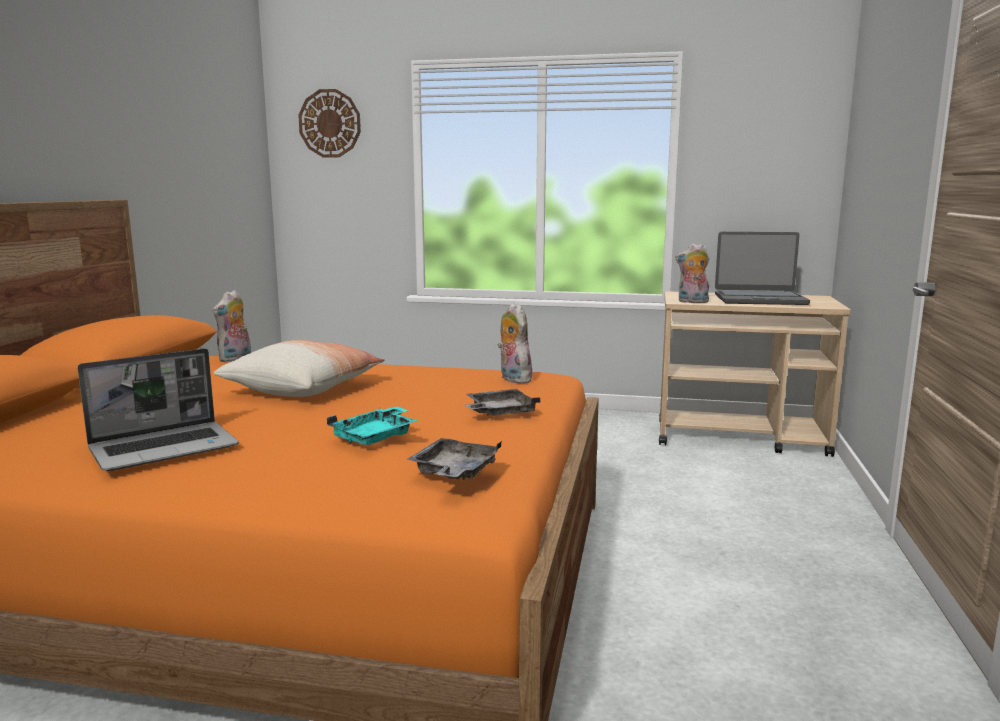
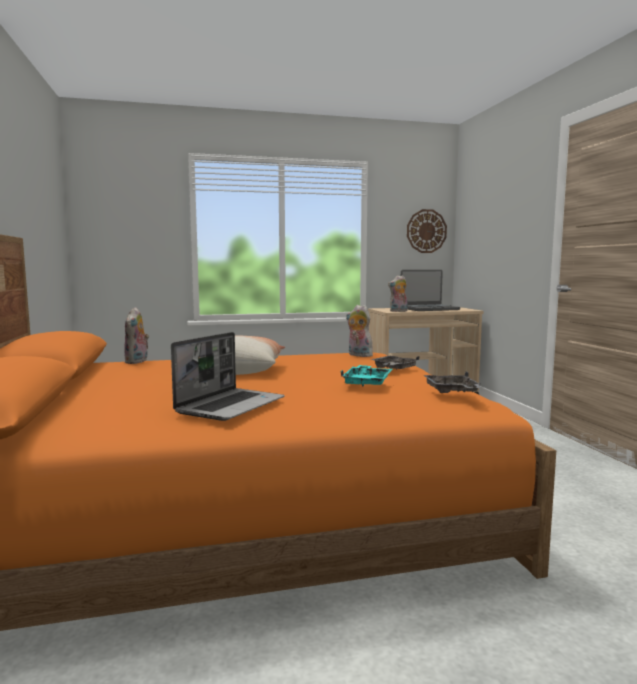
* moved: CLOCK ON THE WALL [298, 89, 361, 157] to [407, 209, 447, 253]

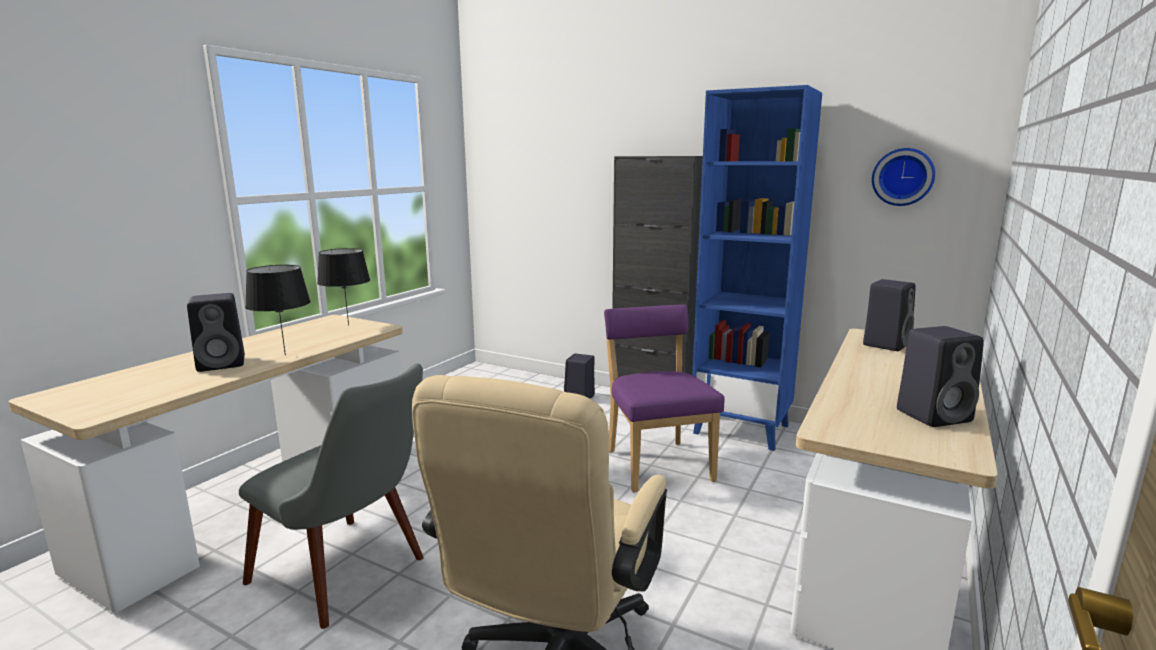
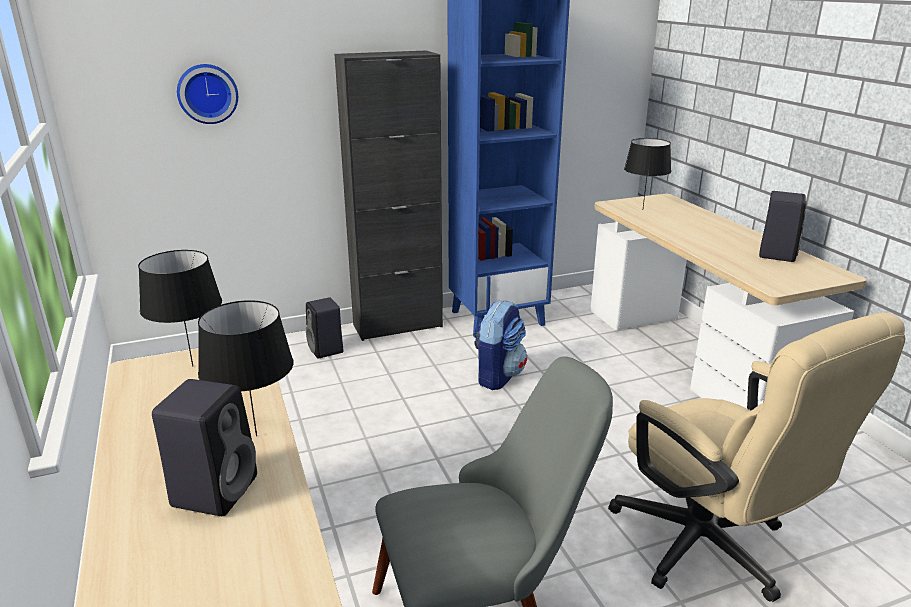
* moved: CLOCK ON THE WALL [872, 148, 935, 206] to [177, 64, 238, 124]
* replaced: PURPLE-COLOURED PLAIN CHAIR [604, 304, 724, 493] to KNAPSACK [474, 300, 527, 390]
* replaced: BLACK-COLOURED SPEAKER [863, 279, 916, 351] to BLACK-COLOURED TABLE LAMP [624, 138, 671, 207]

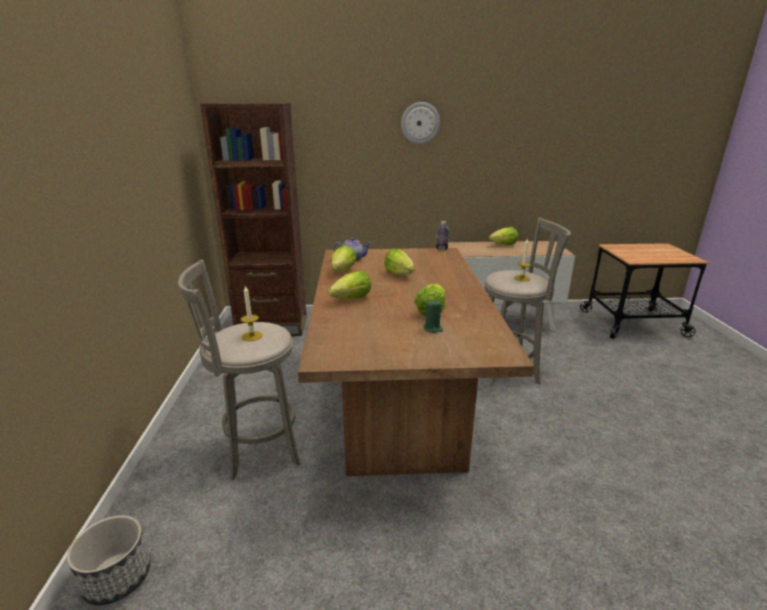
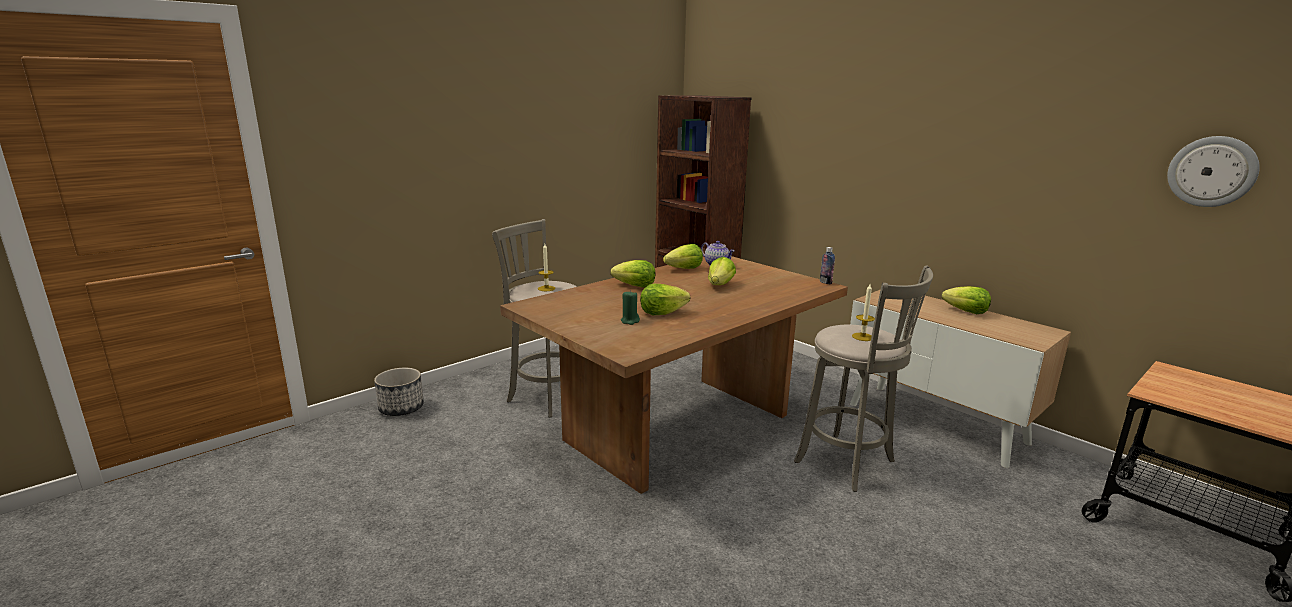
* moved: CLOCK ON THE WALL [401, 102, 440, 144] to [1167, 136, 1260, 207]

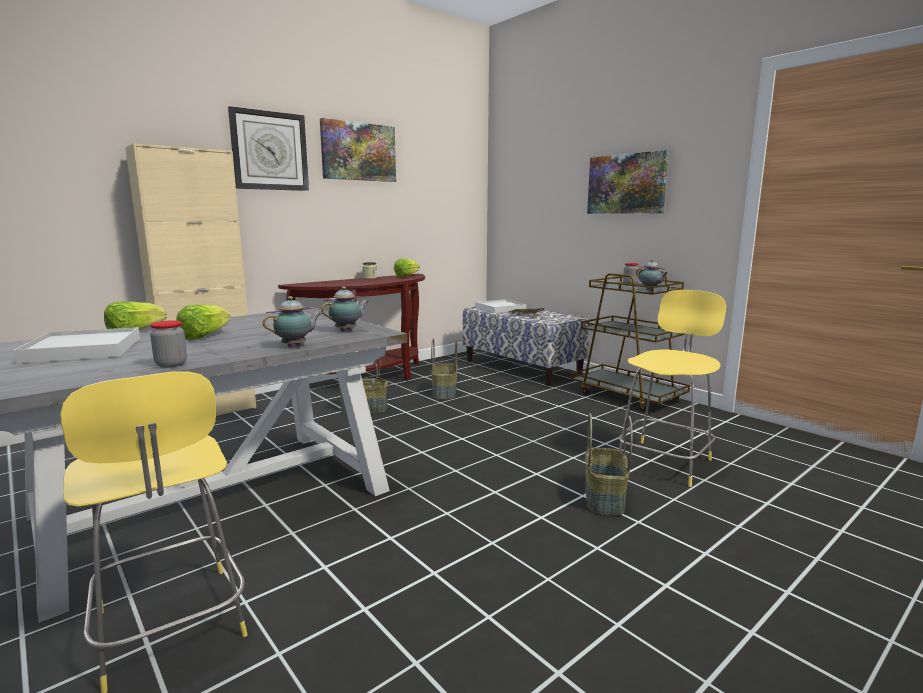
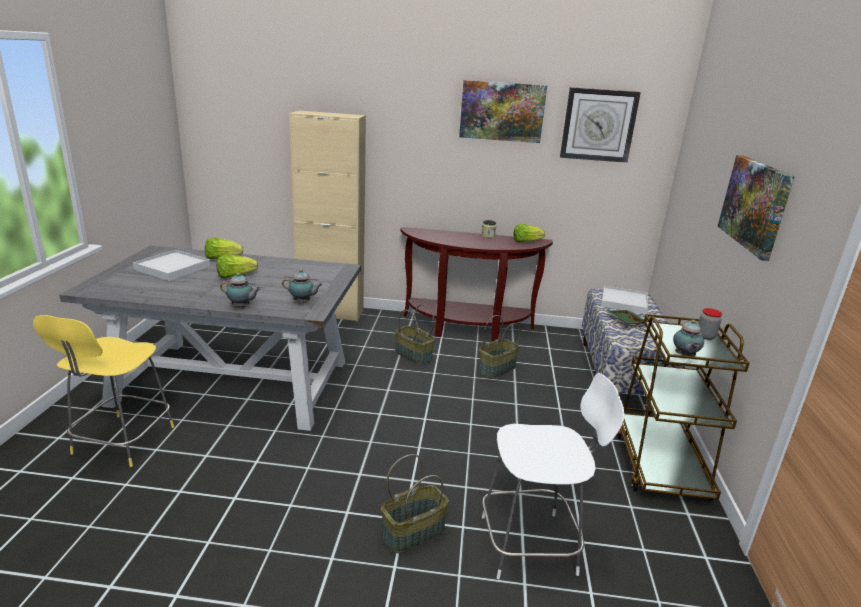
* removed: PRESERVE JAR [150, 320, 187, 368]
* moved: CLOCK ON THE WALL [228, 106, 309, 191] to [560, 87, 641, 163]
* recoloured: YELLOW-COLOURED STOOL SEAT [619, 290, 726, 487] to WHITE STOOL SEAT [482, 373, 624, 579]

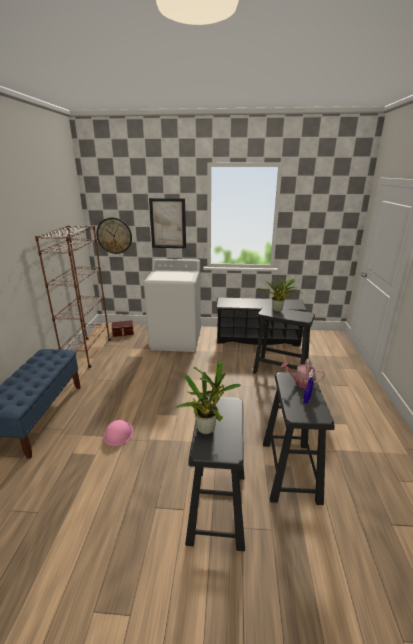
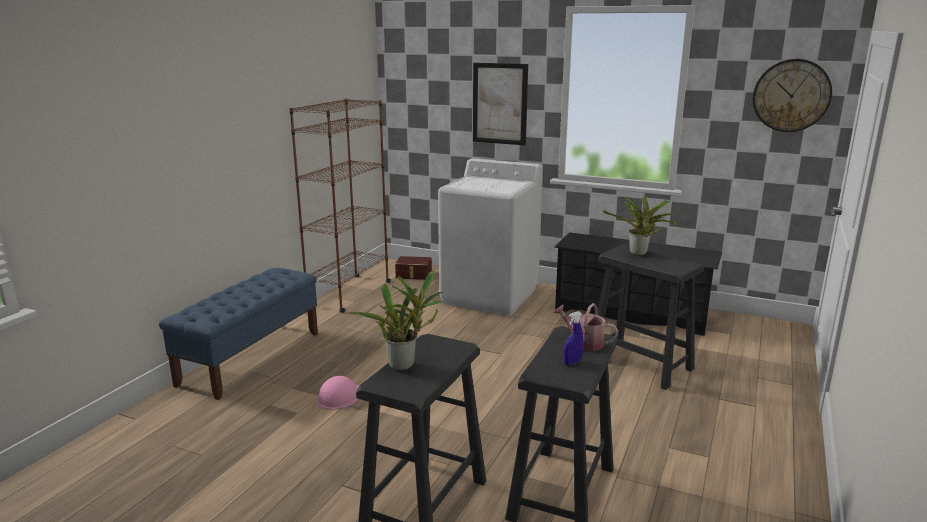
* moved: CLOCK ON THE WALL [96, 217, 132, 254] to [753, 59, 832, 132]

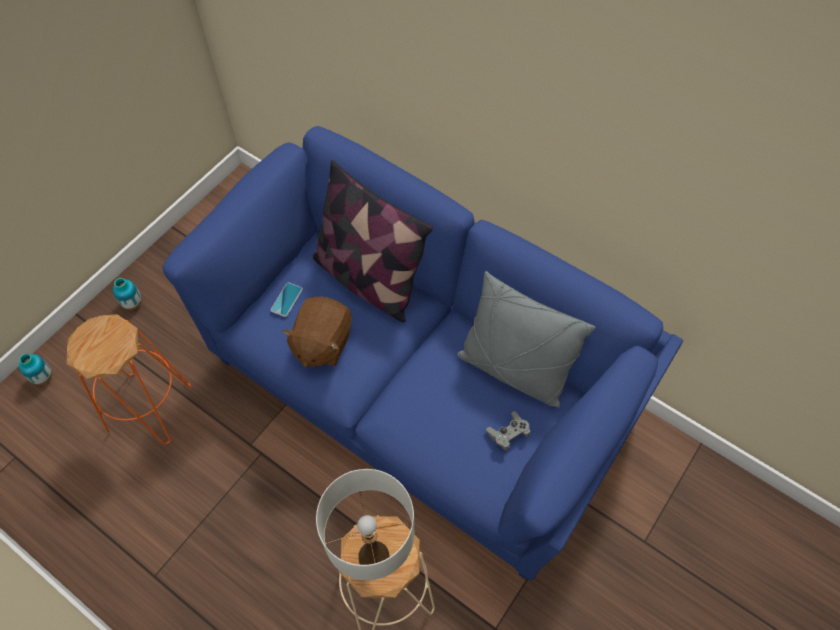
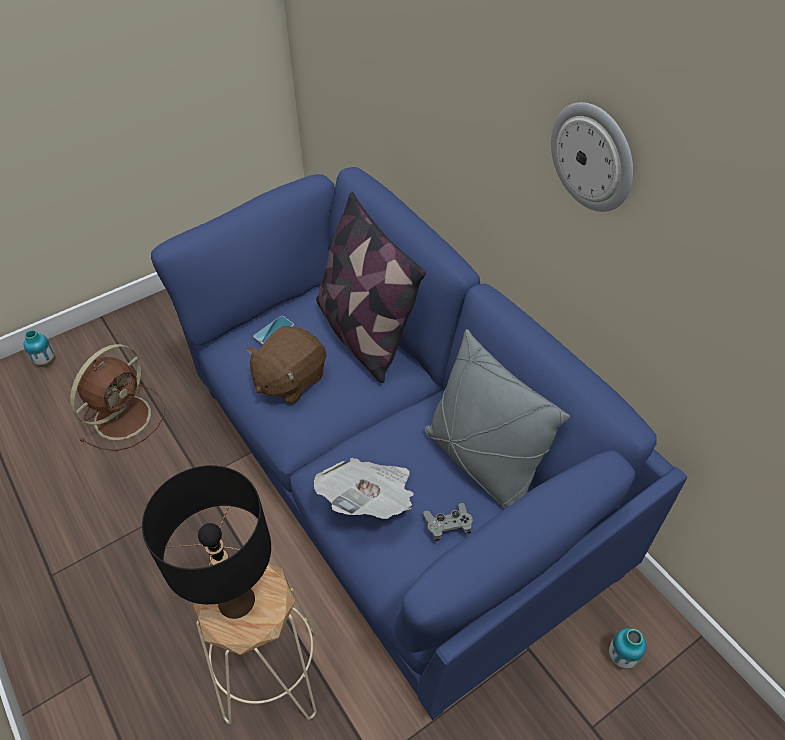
* added: NEWSPAPER [314, 458, 414, 519]
* added: CLOCK ON THE WALL [551, 102, 633, 212]
* moved: FLOWER VASE [113, 278, 142, 310] to [609, 628, 646, 669]
* replaced: ORANGE-COLOURED STOOL SEAT [67, 314, 191, 445] to BROWN-COLOURED ELECTRIC FAN [70, 344, 165, 451]
* recoloured: WHITE TABLE LAMP [316, 469, 414, 580] to BLACK-COLOURED TABLE LAMP [142, 465, 271, 619]

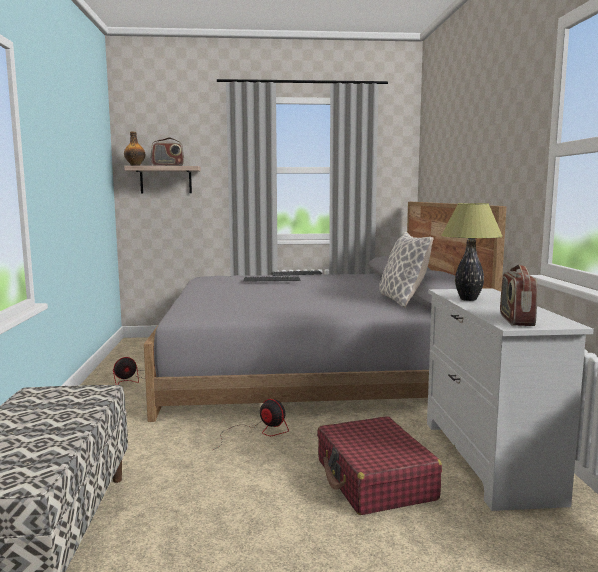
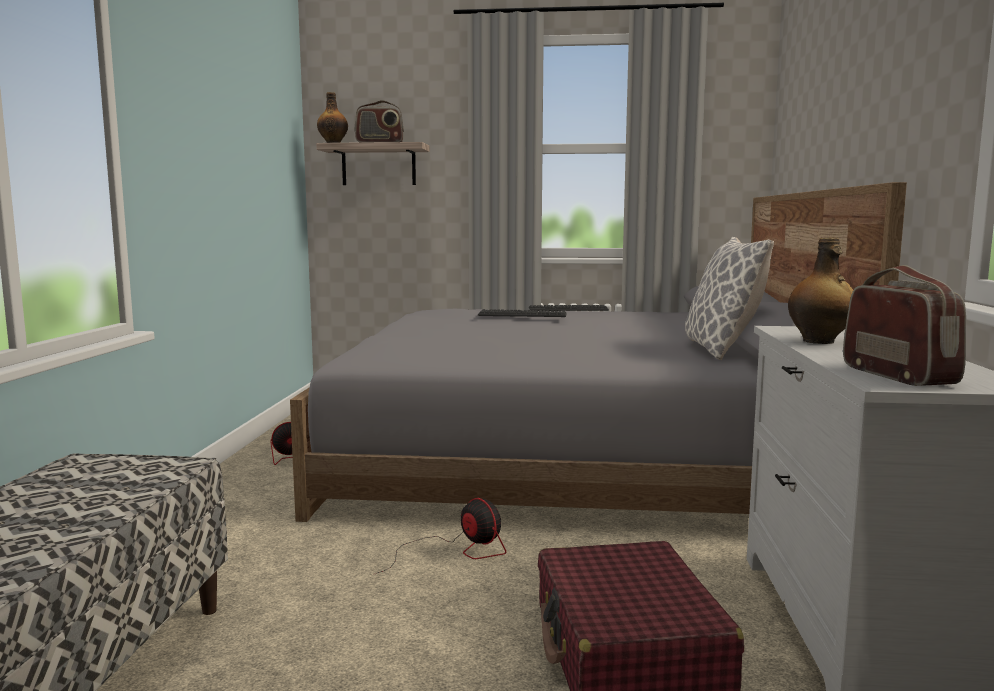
* replaced: TABLE LAMP [441, 203, 503, 301] to BEVERAGE BOTTLE [788, 238, 853, 344]
* turned: RADIO SET [500, 264, 538, 326] = [843, 265, 966, 386] 150 degrees clockwise

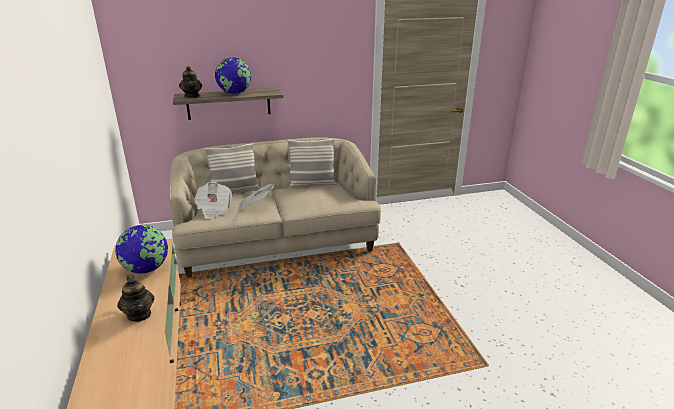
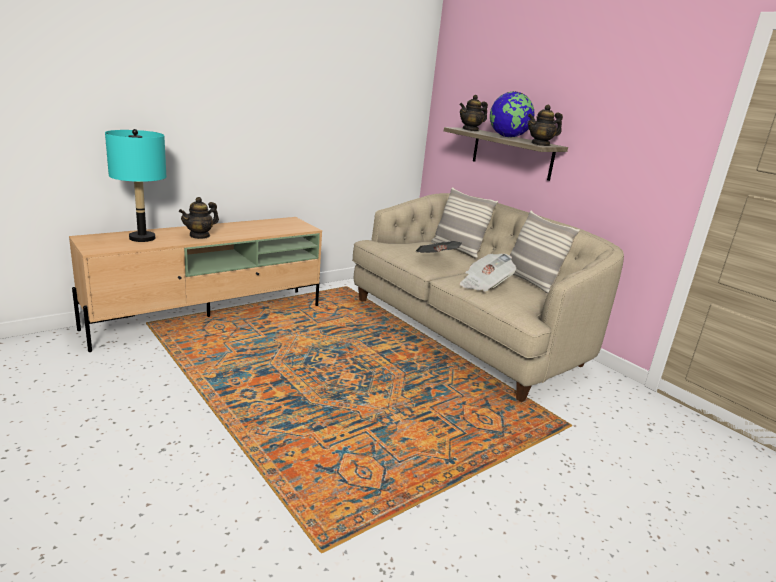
* removed: WORLD GLOBE [115, 225, 168, 274]
* added: TURQUOISE TABLE LAMP [105, 129, 166, 242]
* added: POT FOR TEA [528, 105, 563, 146]
* moved: NEWSPAPER [194, 182, 232, 219] to [460, 253, 516, 292]

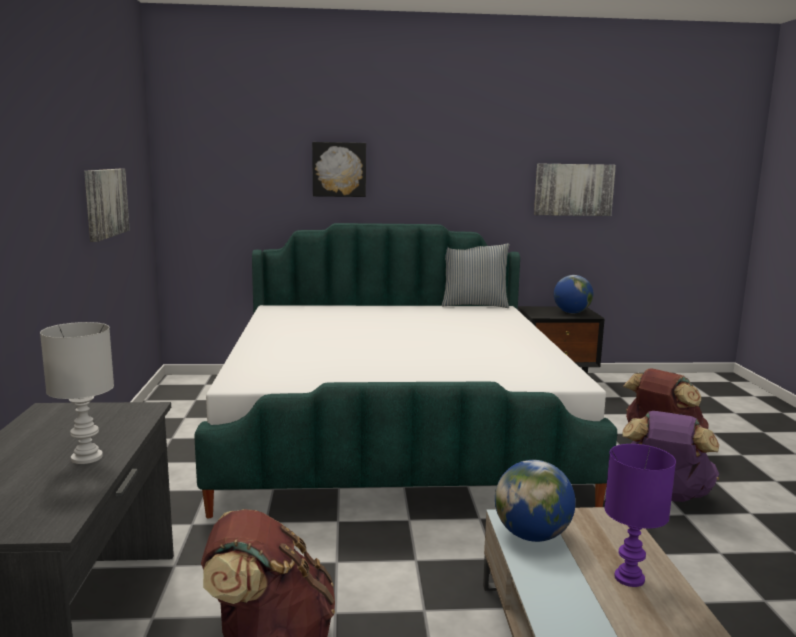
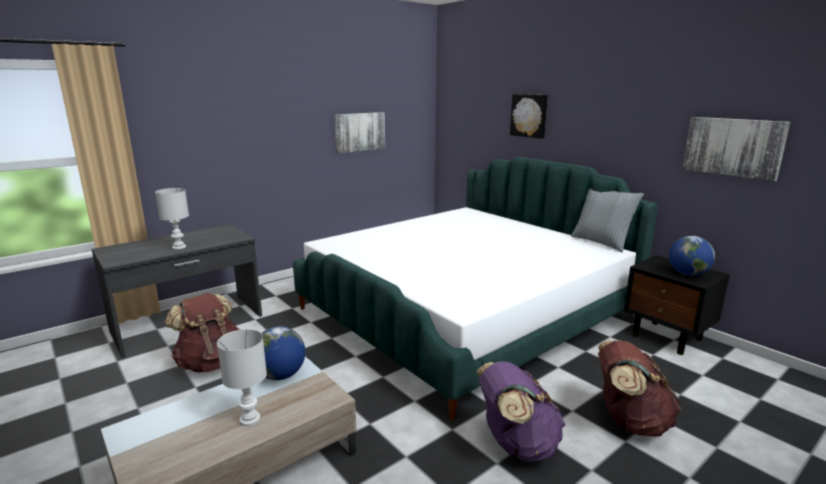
* recoloured: PURPLE-COLOURED TABLE LAMP [604, 444, 676, 587] to WHITE TABLE LAMP [217, 329, 267, 426]

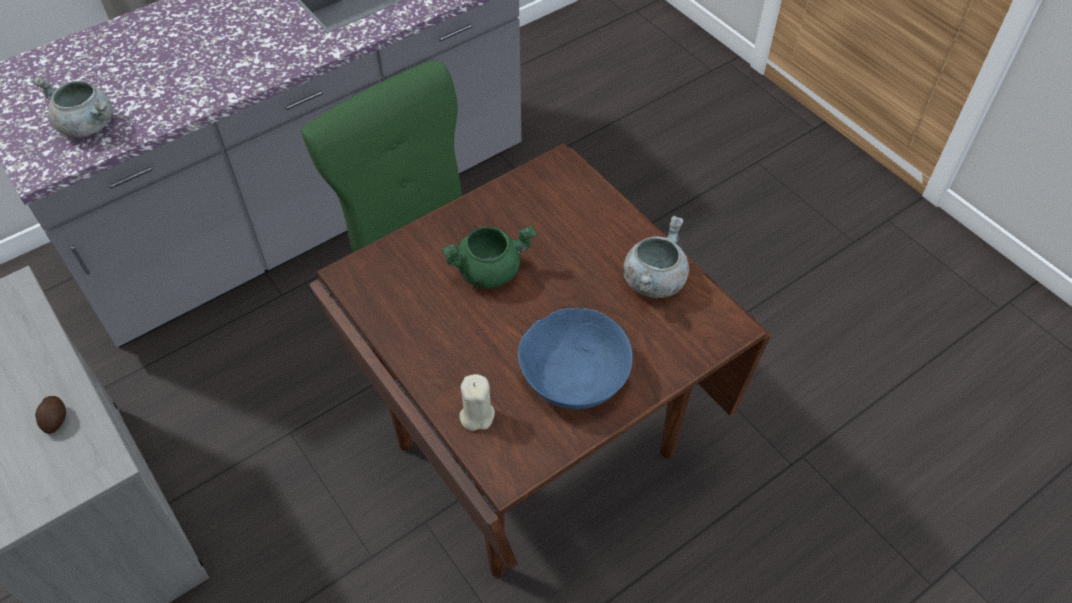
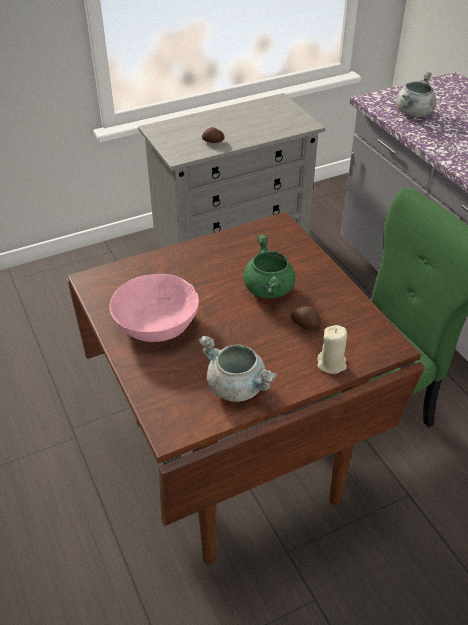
* added: WHOLE POTATO [291, 306, 321, 330]
* moved: BEIGE WAX CANDLE [459, 374, 495, 431] to [317, 325, 347, 374]
* recoloured: BLUE BOWL [518, 308, 633, 409] to PINKISH BOWL [109, 274, 199, 342]

